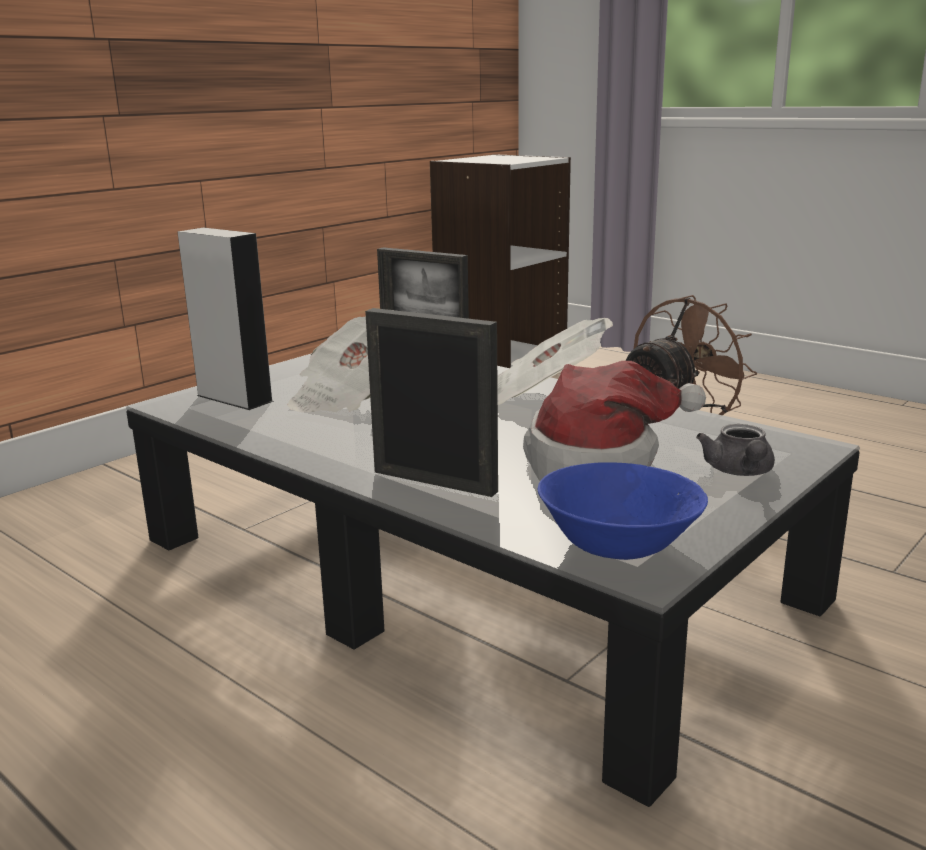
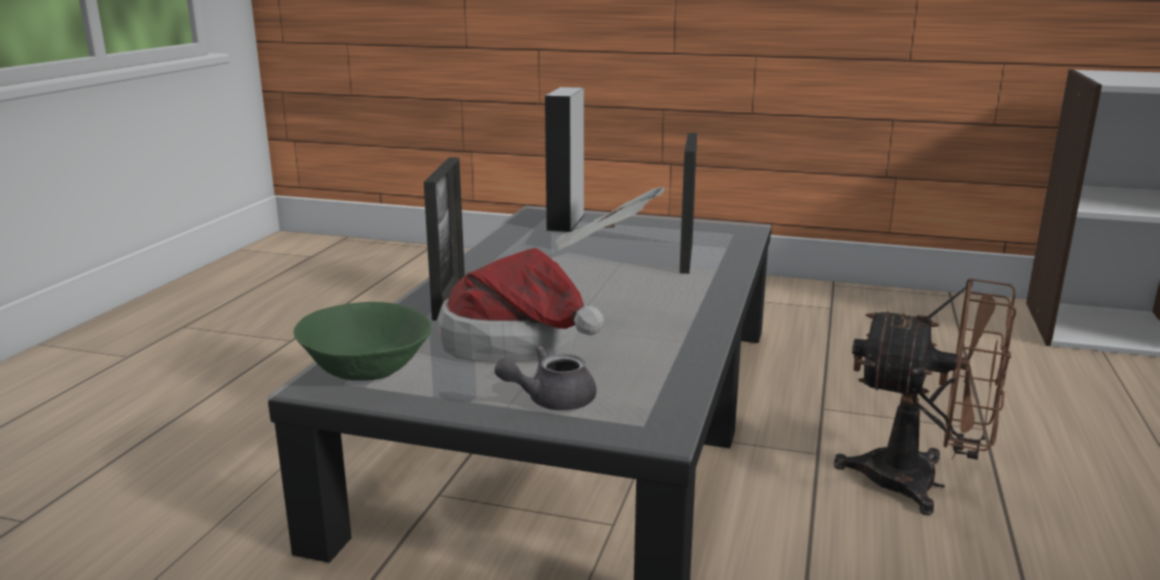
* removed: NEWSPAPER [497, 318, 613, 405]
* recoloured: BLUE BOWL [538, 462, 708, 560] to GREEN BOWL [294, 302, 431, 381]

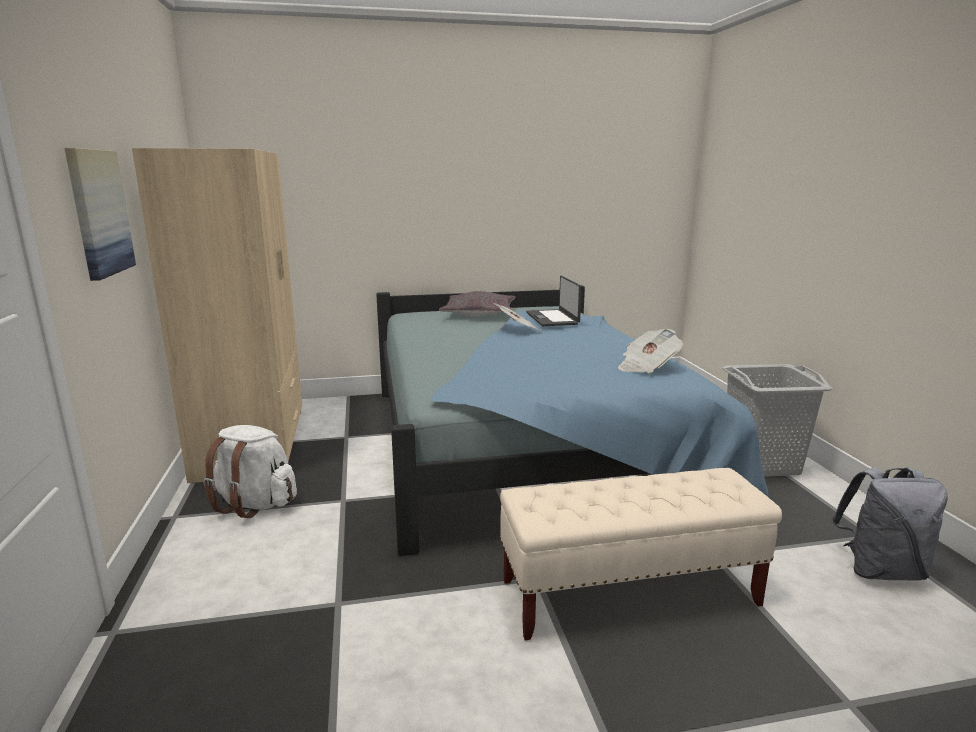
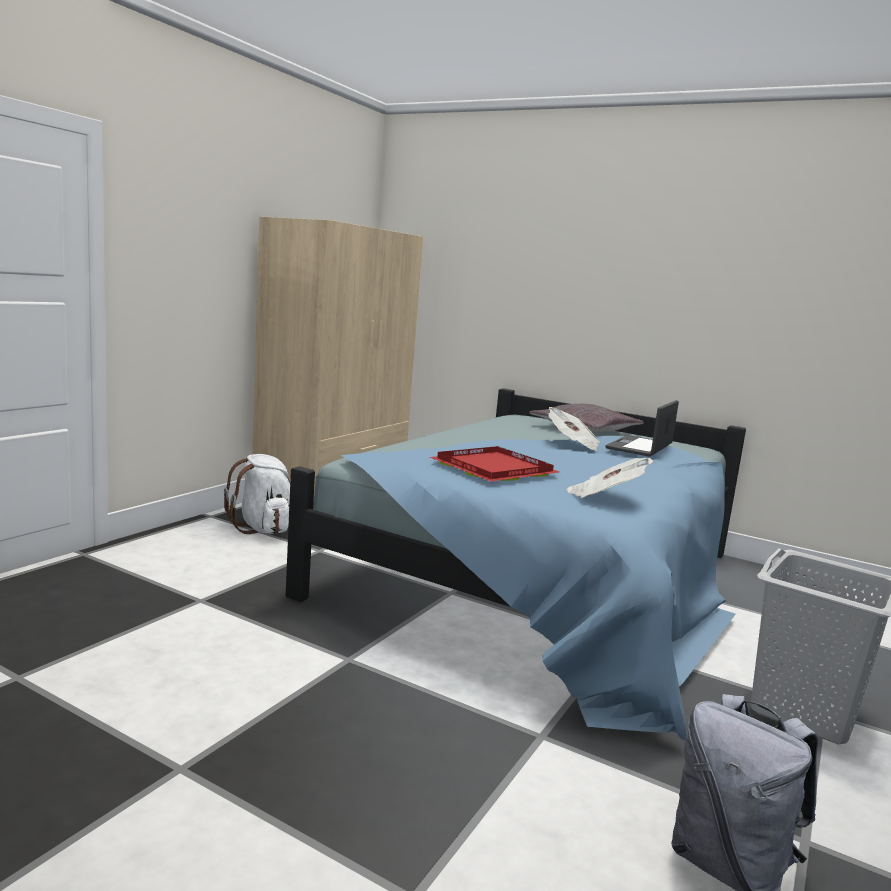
* removed: PICTURE [64, 148, 136, 281]
* removed: BEIGE LONG SEAT [499, 468, 782, 640]
* added: REDDISH CARRYING TRAY [430, 446, 559, 481]

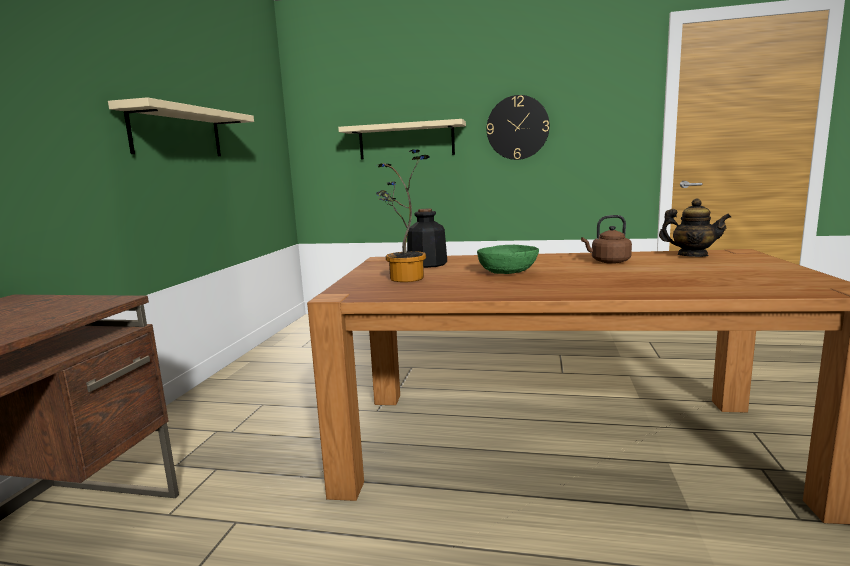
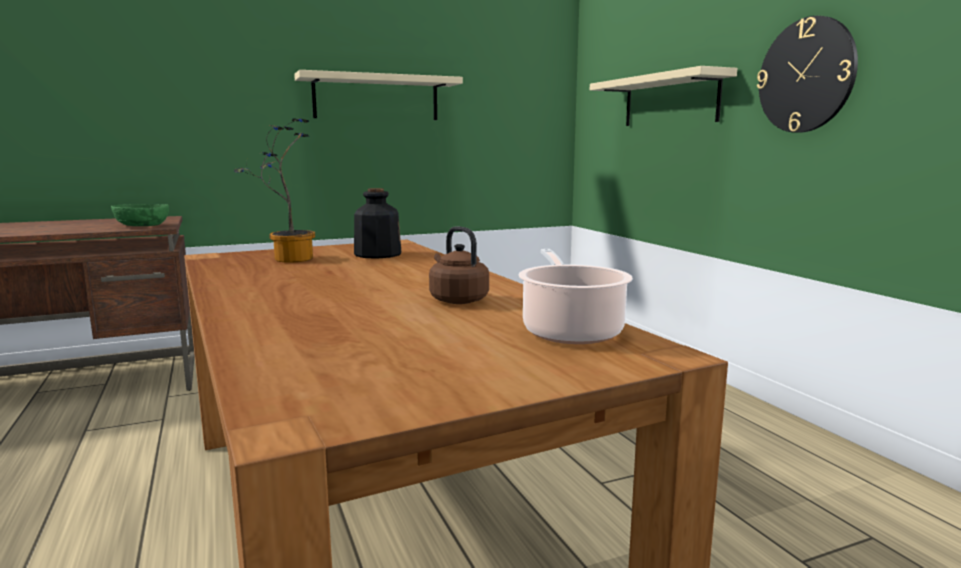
* moved: GREEN BOWL [477, 245, 539, 274] to [111, 204, 169, 226]
* replaced: POT FOR TEA [659, 198, 731, 257] to SAUCEPOT [518, 249, 633, 344]

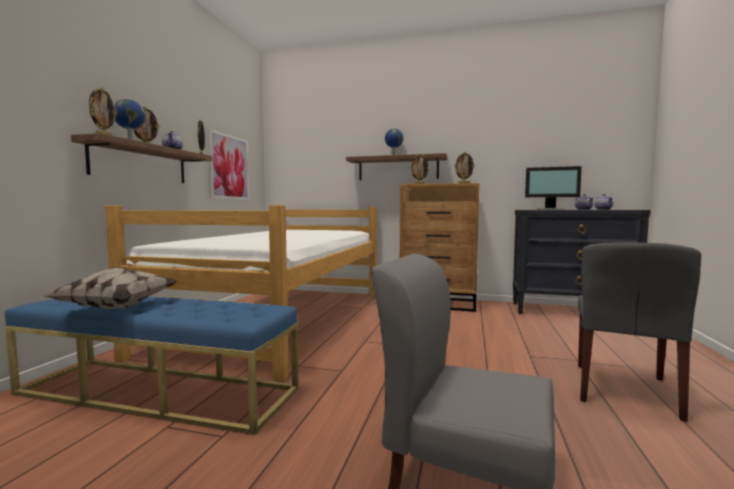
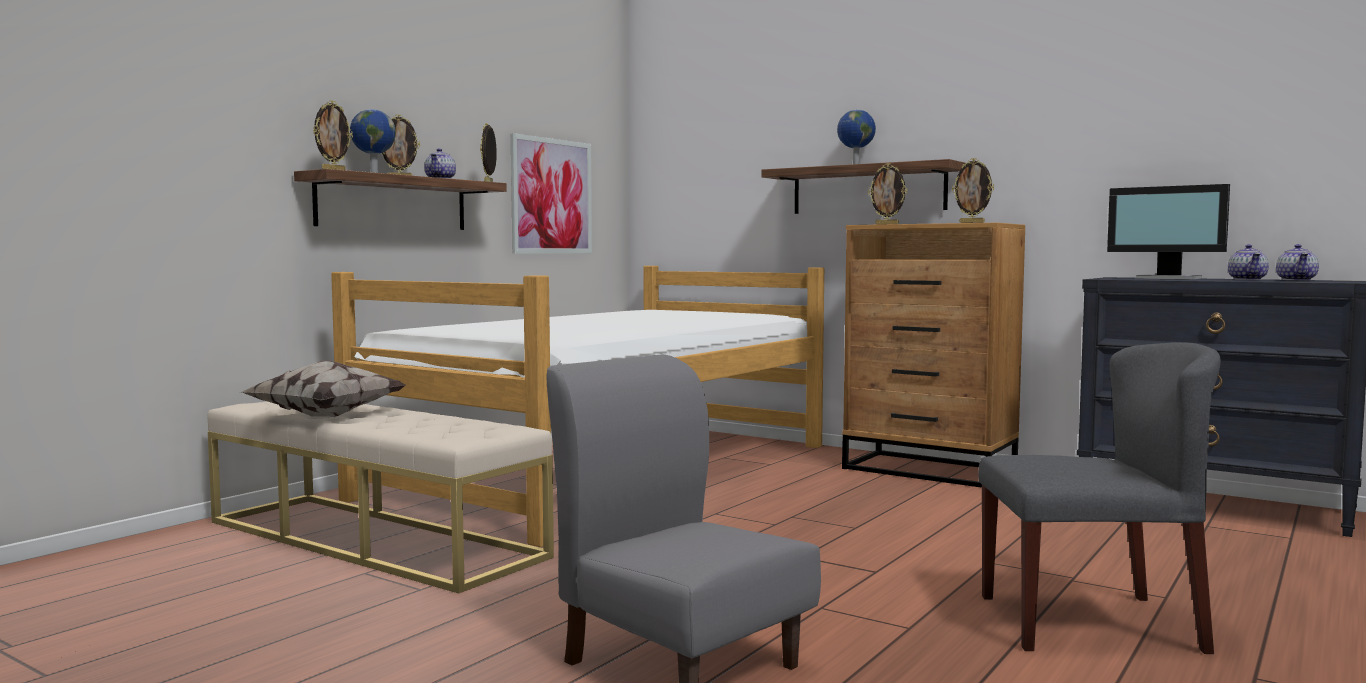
* recoloured: BLUE LONG SEAT [5, 296, 299, 435] to BEIGE LONG SEAT [207, 401, 554, 594]
* turned: GREY PLAIN CHAIR [578, 242, 701, 422] = [978, 342, 1221, 654] 135 degrees counterclockwise

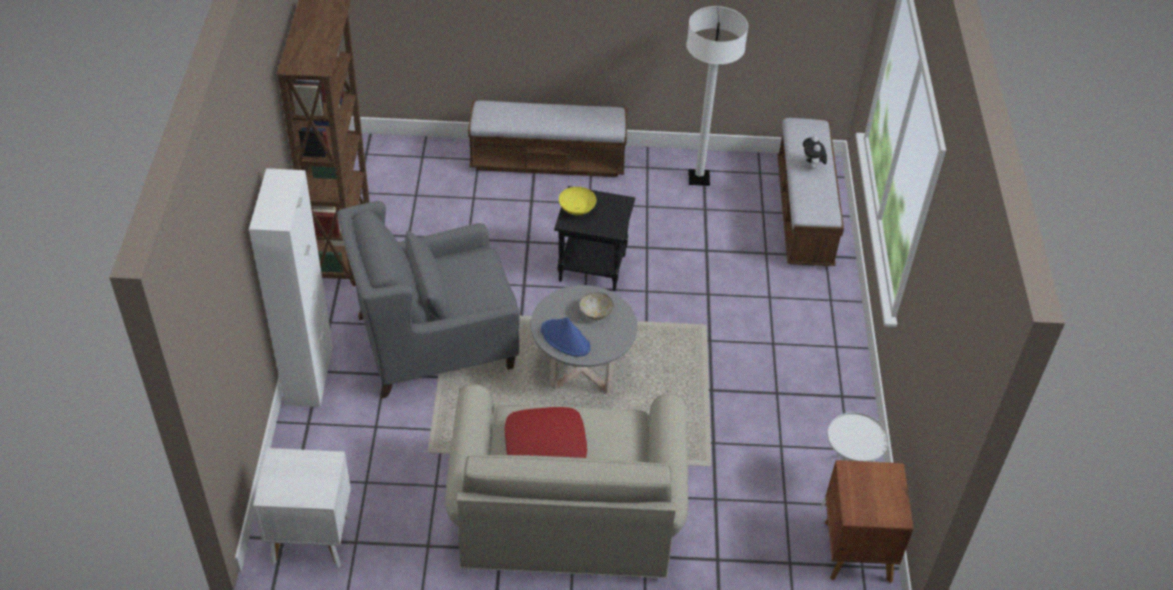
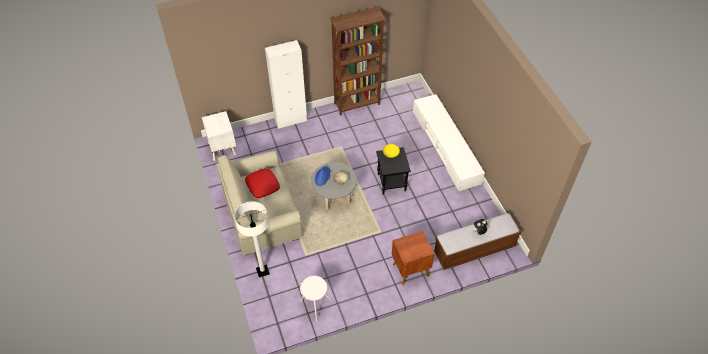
* removed: GREY EASY CHAIR [337, 201, 520, 398]
* moved: WHITE FLOOR LAMP [686, 6, 748, 186] to [234, 201, 270, 277]
* moved: BROWN-COLOURED BEDSIDE TABLE [825, 460, 914, 583] to [392, 231, 434, 285]
* replaced: LONG SEAT [468, 100, 627, 177] to WHITE TV UNIT [413, 94, 485, 191]

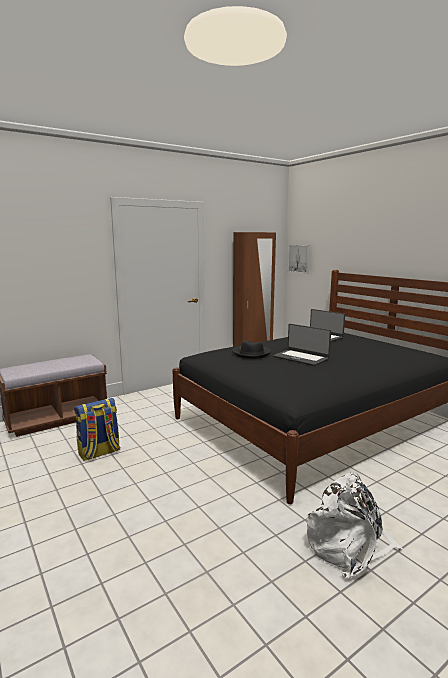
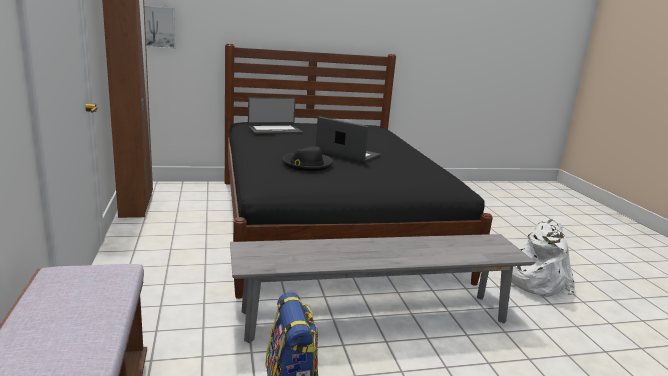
* added: GREY LONG SEAT [230, 234, 535, 343]
* turned: PORTABLE COMPUTER [273, 324, 331, 366] = [316, 116, 380, 162] 120 degrees counterclockwise

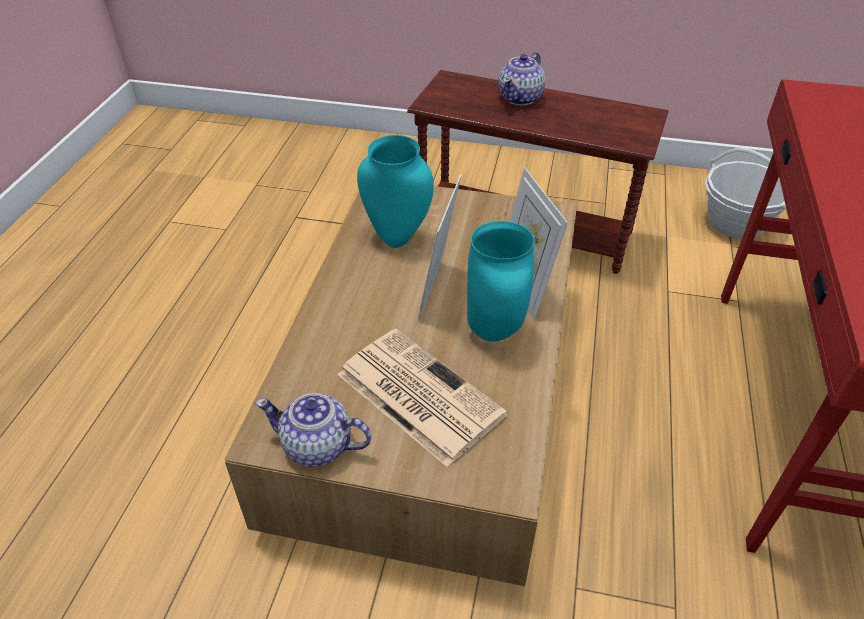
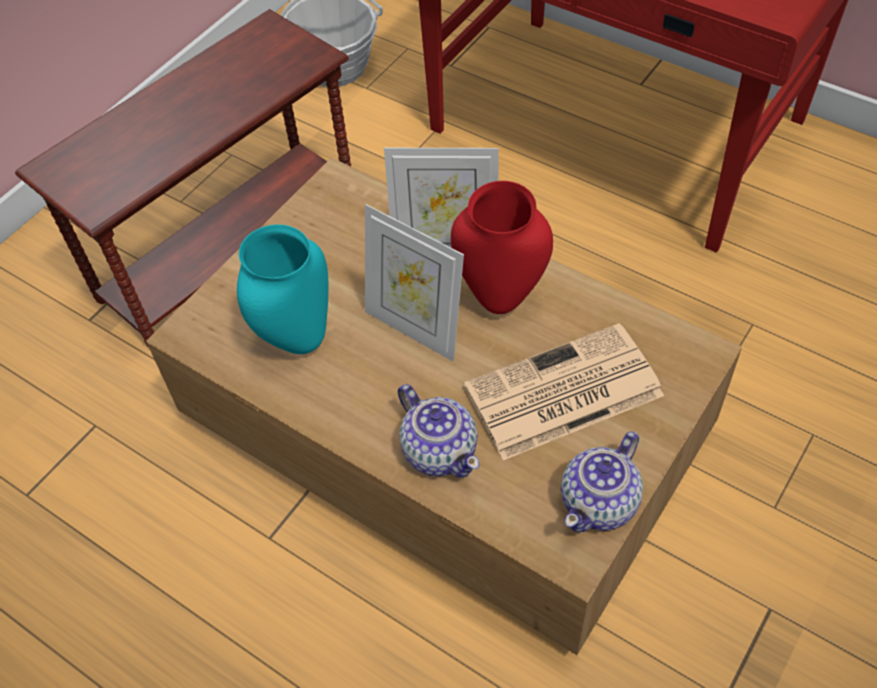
* moved: POT FOR TEA [498, 52, 545, 106] to [398, 384, 480, 478]
* recoloured: TURQUOISE FLOWER VASE [467, 221, 535, 342] to REDDISH FLOWER VASE [451, 181, 553, 314]

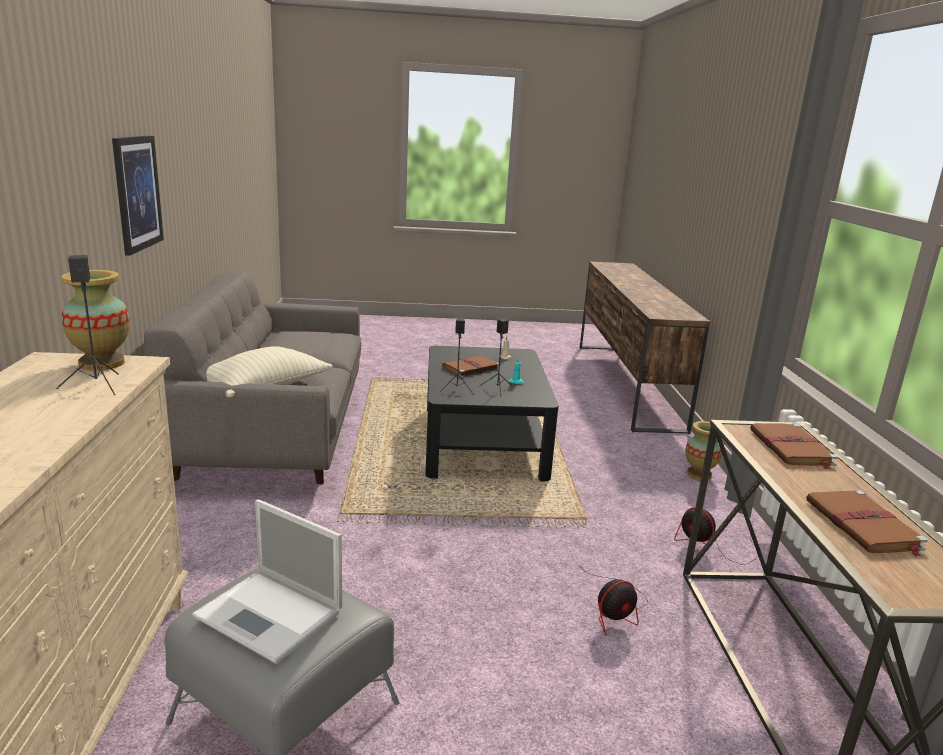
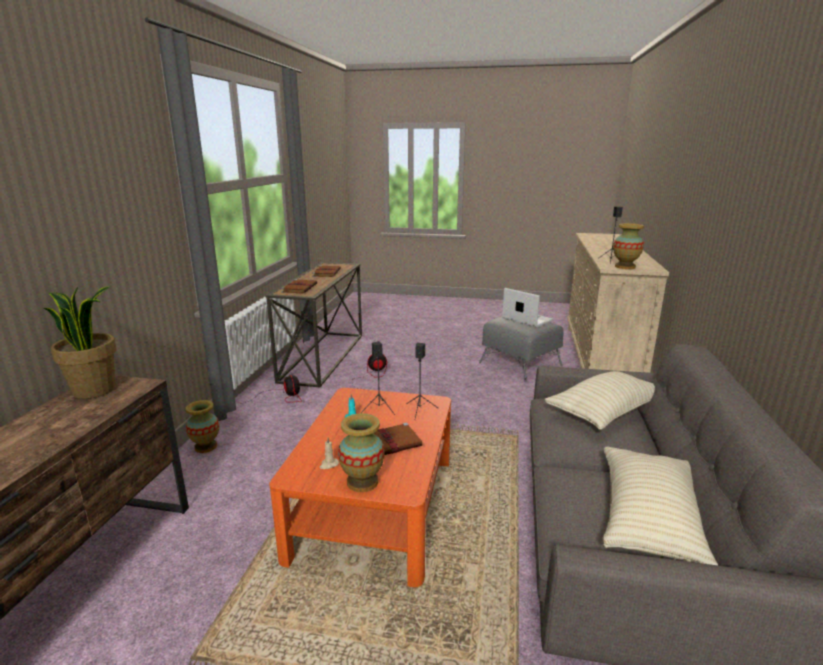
* removed: PICTURE [112, 135, 164, 256]
* added: HOUSEPLANT [43, 286, 116, 399]
* added: FLOWER VASE [338, 413, 385, 492]
* added: BEIGE PILLOW [603, 447, 718, 565]
* recoloured: BLACK-COLOURED COFFEE TABLE [425, 346, 559, 481] to ORANGE-COLOURED COFFEE TABLE [269, 388, 451, 587]

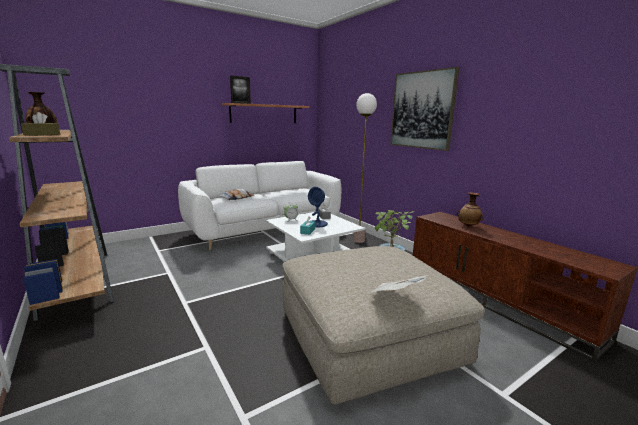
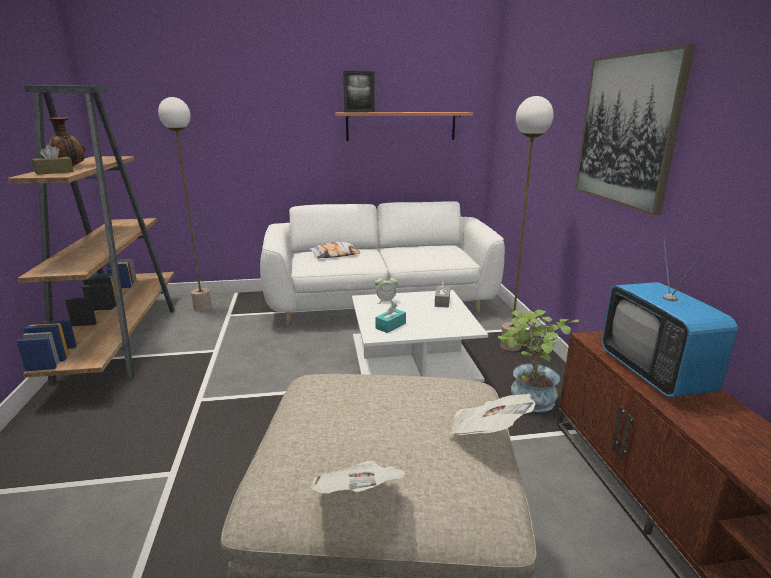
* removed: BLUE TABLE LAMP [308, 187, 328, 227]
* added: FLOOR LAMP [158, 97, 212, 312]
* added: NEWSPAPER [449, 394, 535, 435]
* replaced: FLOWER VASE [457, 192, 484, 227] to TV [602, 237, 738, 397]

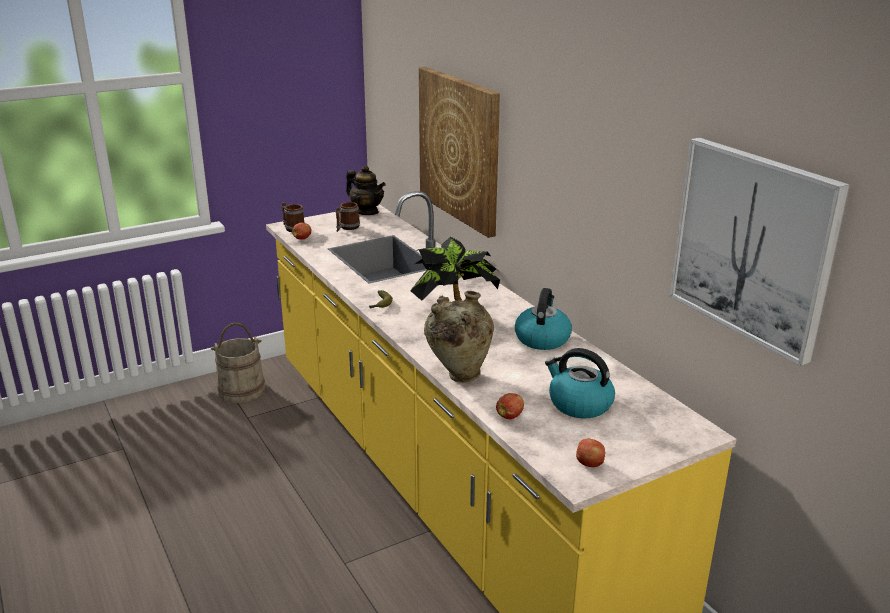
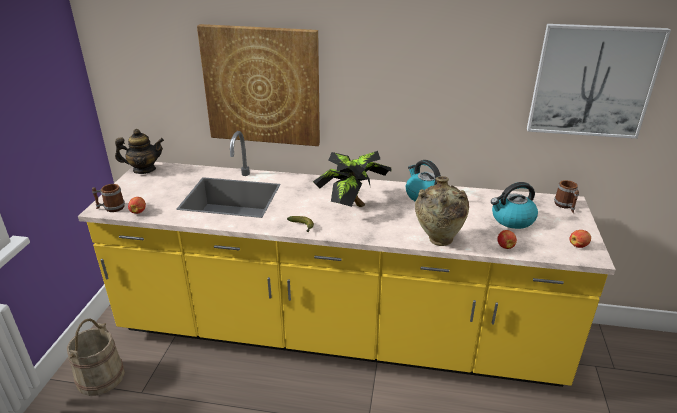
* moved: TEA MUG [335, 202, 360, 232] to [554, 180, 579, 213]

